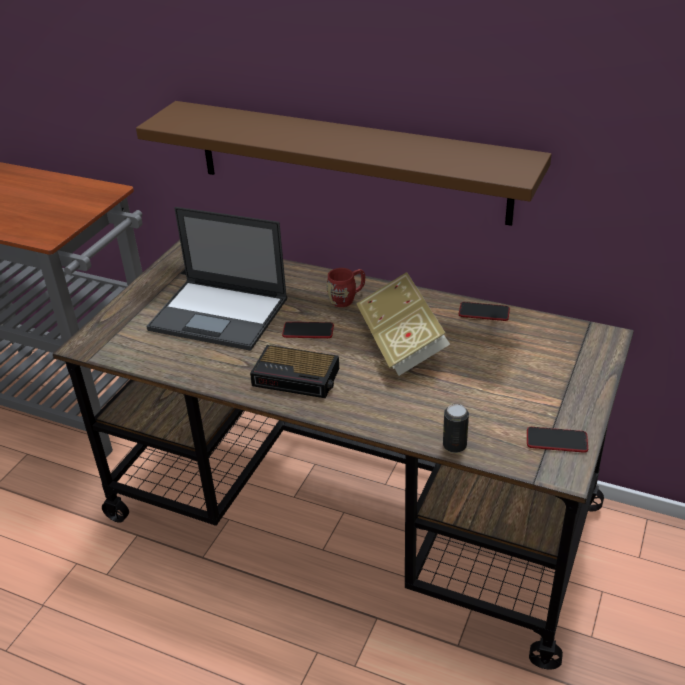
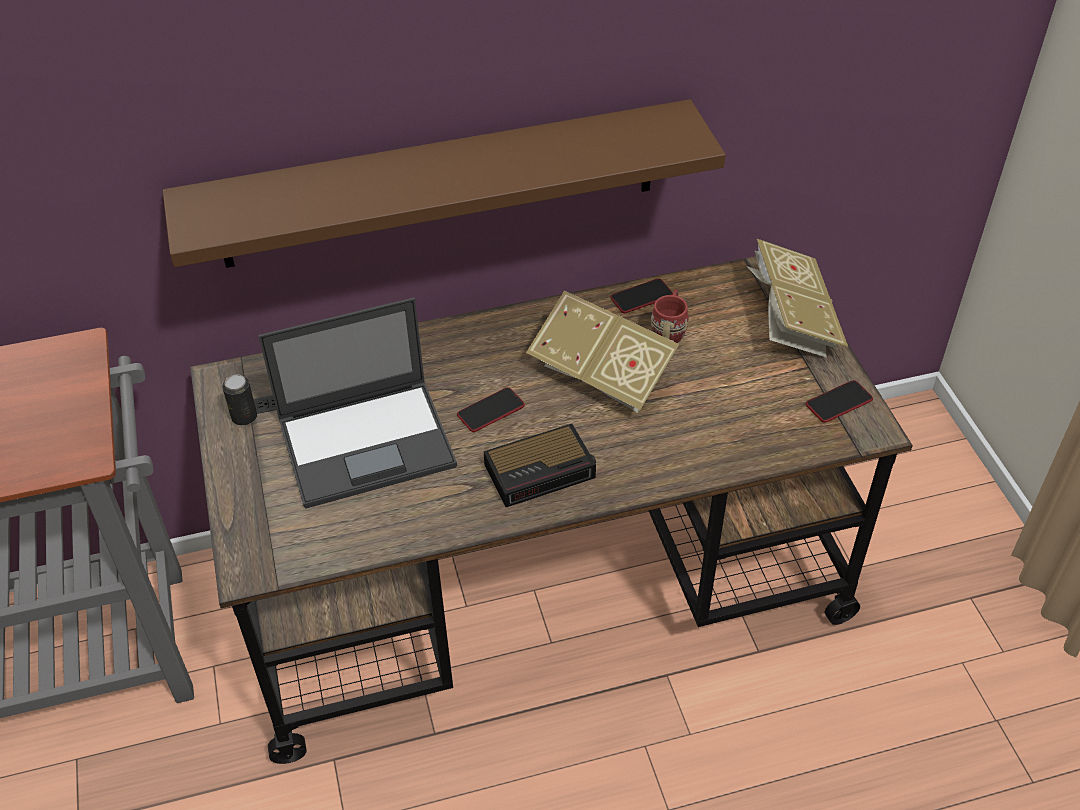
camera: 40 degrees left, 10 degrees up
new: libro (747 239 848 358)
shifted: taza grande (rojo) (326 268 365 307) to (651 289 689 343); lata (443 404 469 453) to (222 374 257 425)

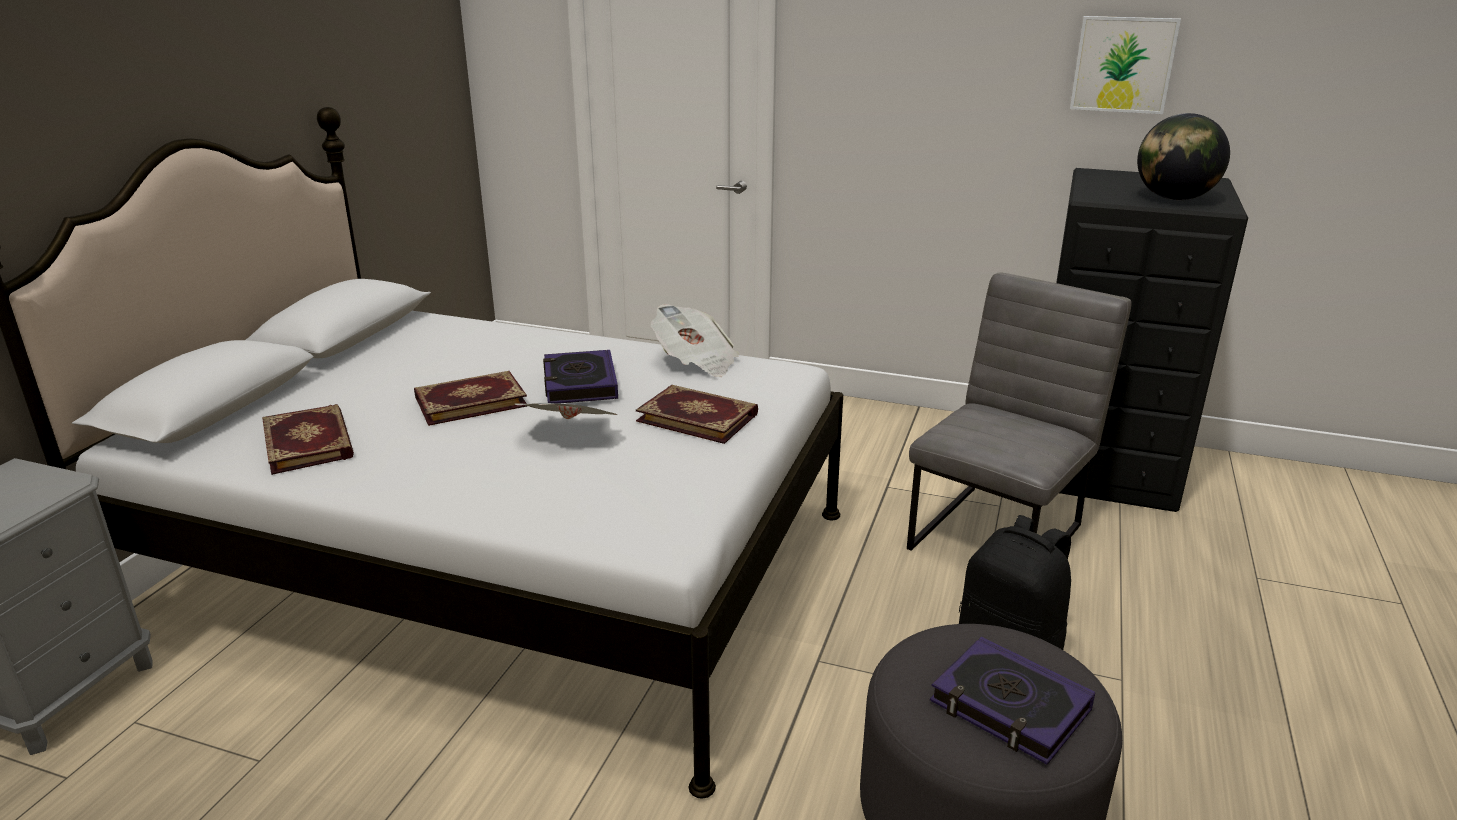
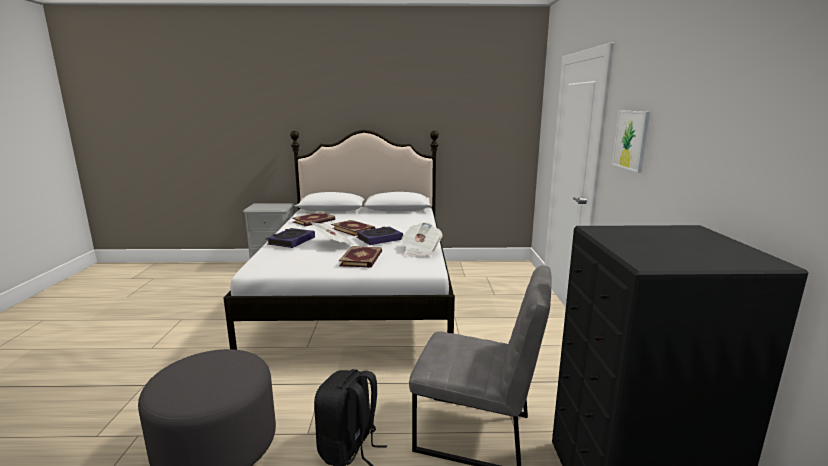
camera: 70 degrees right, 10 degrees down
gone: globo terráqueo (1137 113 1230 200)
shifted: libro (930 637 1095 765) to (267 228 315 248); cuadro (1070 16 1181 114) to (612 110 650 173)

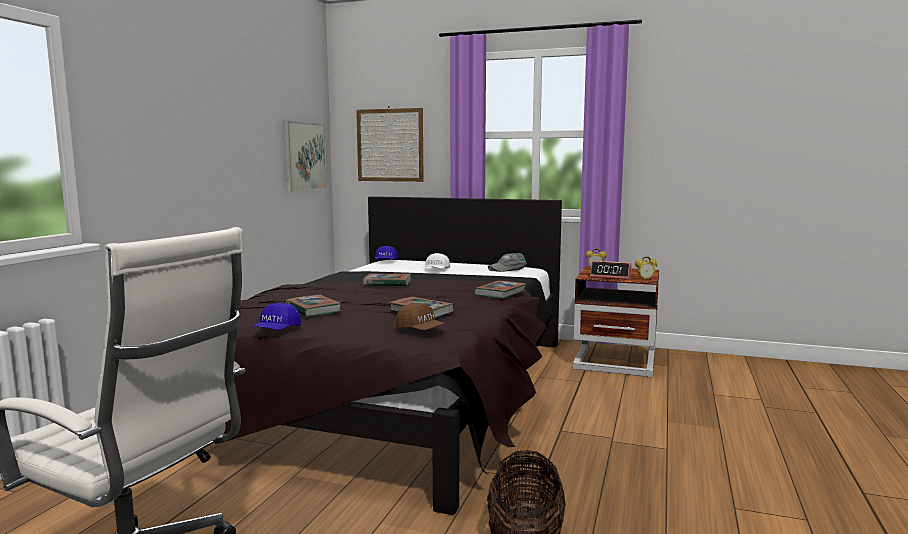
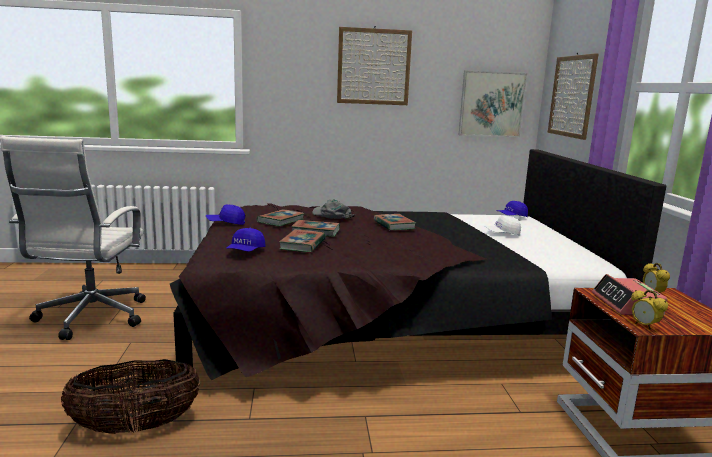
camera: 65 degrees right, 5 degrees up
new: cuadro (337 26 412 105)
shifted: libro (474 281 526 299) to (291 220 340 237); gorra (gris) (488 253 527 272) to (312 200 355 219)
repainted: gorra (marrón) (396 303 447 330) to gorra (azul) (226 228 266 252)

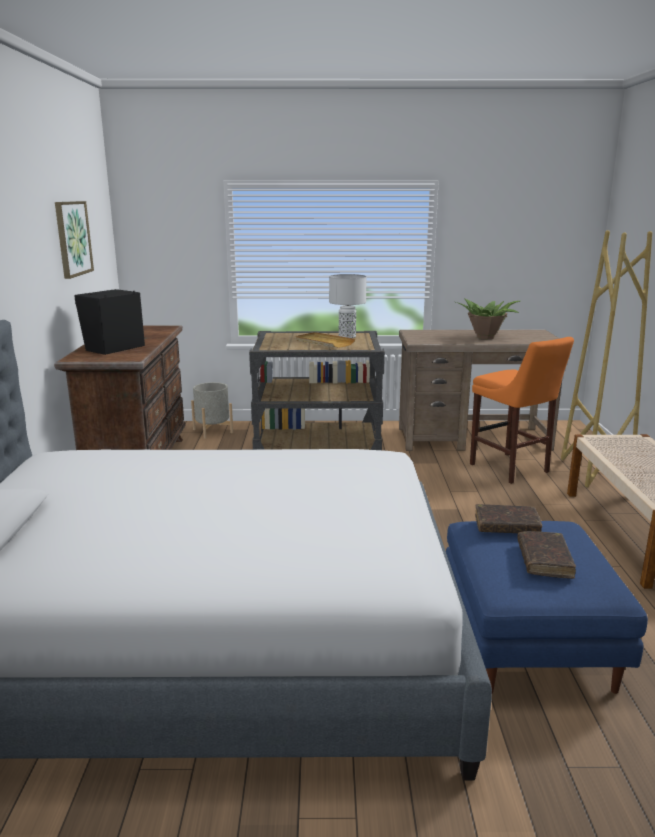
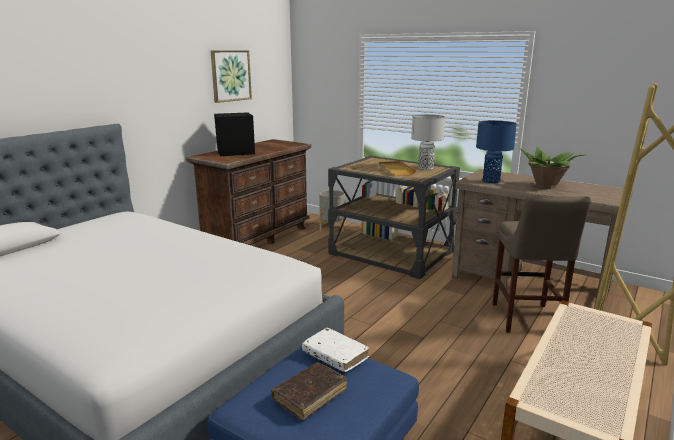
camera: 35 degrees right, 0 degrees up
new: lámpara de mesa (azul) (476 120 517 183)
repainted: taburete (naranja) (470 337 574 484) to taburete (beis) (492 195 591 333); libro (marrón) (475 504 542 533) to libro (blanco) (302 328 369 372)

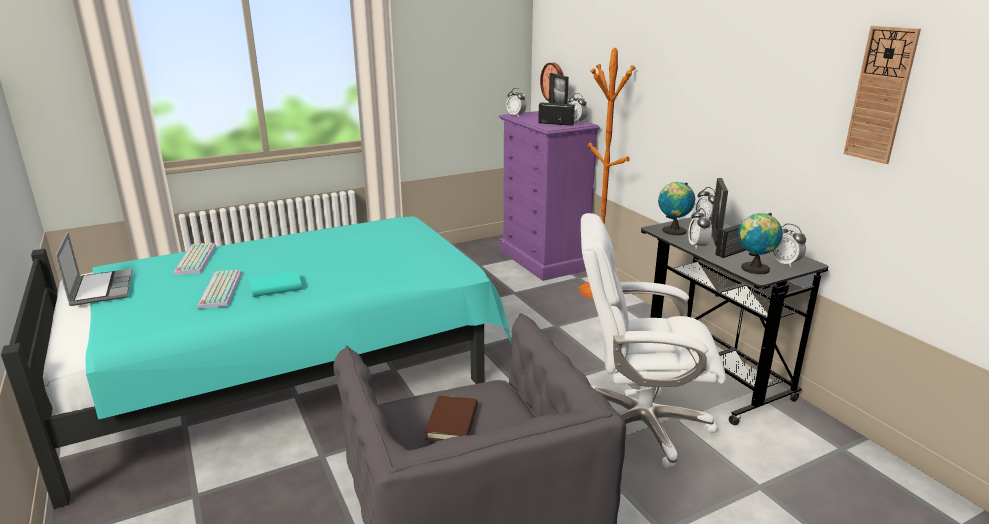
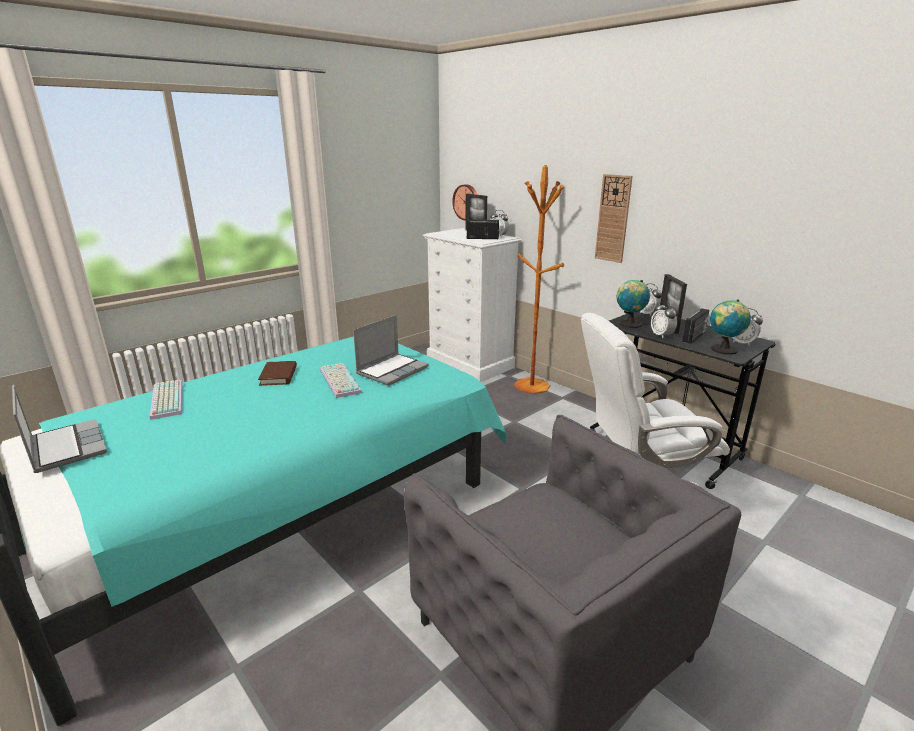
camera: 15 degrees left, 0 degrees up
gone: libro (turquesa) (250 271 302 297); despertador (506 88 527 117)
new: portátil (353 315 429 386)
shifted: teclado (198 270 242 309) to (320 363 362 398); libro (marrón) (424 395 478 441) to (258 361 297 386); reloj de pared (844 26 921 164) to (595 174 633 263)
repainted: cómoda (morado) (499 111 600 281) to cómoda (blanco) (423 228 521 382)

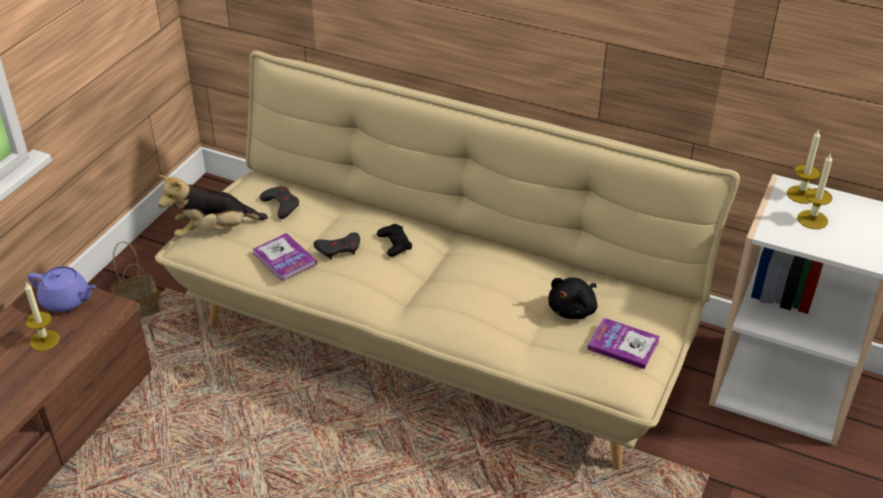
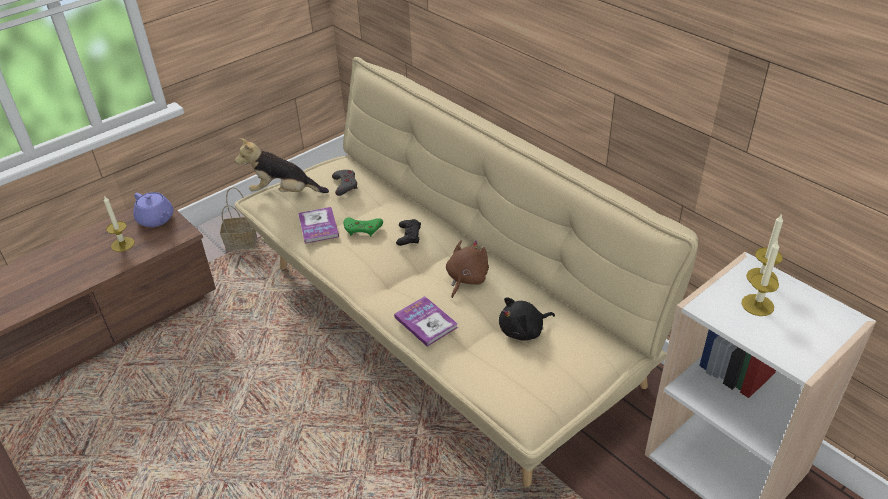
camera: 25 degrees right, 0 degrees up
new: peluche (marrón) (446 240 489 298)
shifted: libro (587 318 660 369) to (394 296 458 347)
repainted: mando de consola (gris) (314 232 360 260) to mando de consola (verde) (344 218 383 237)

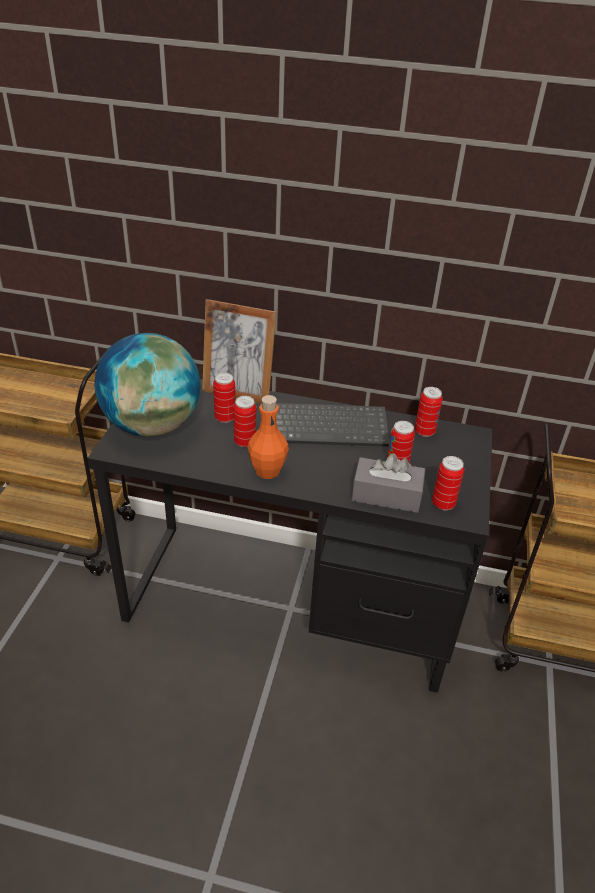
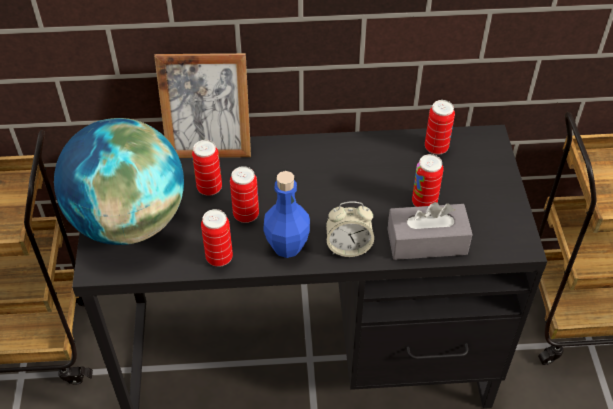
camera: 15 degrees left, 10 degrees up
gone: teclado (276 403 389 447)
new: despertador (326 201 374 257)
shifted: lata (432 456 464 510) to (201 209 233 267)
repainted: botella (naranja) (247 395 289 479) to botella (azul) (263 171 310 258)

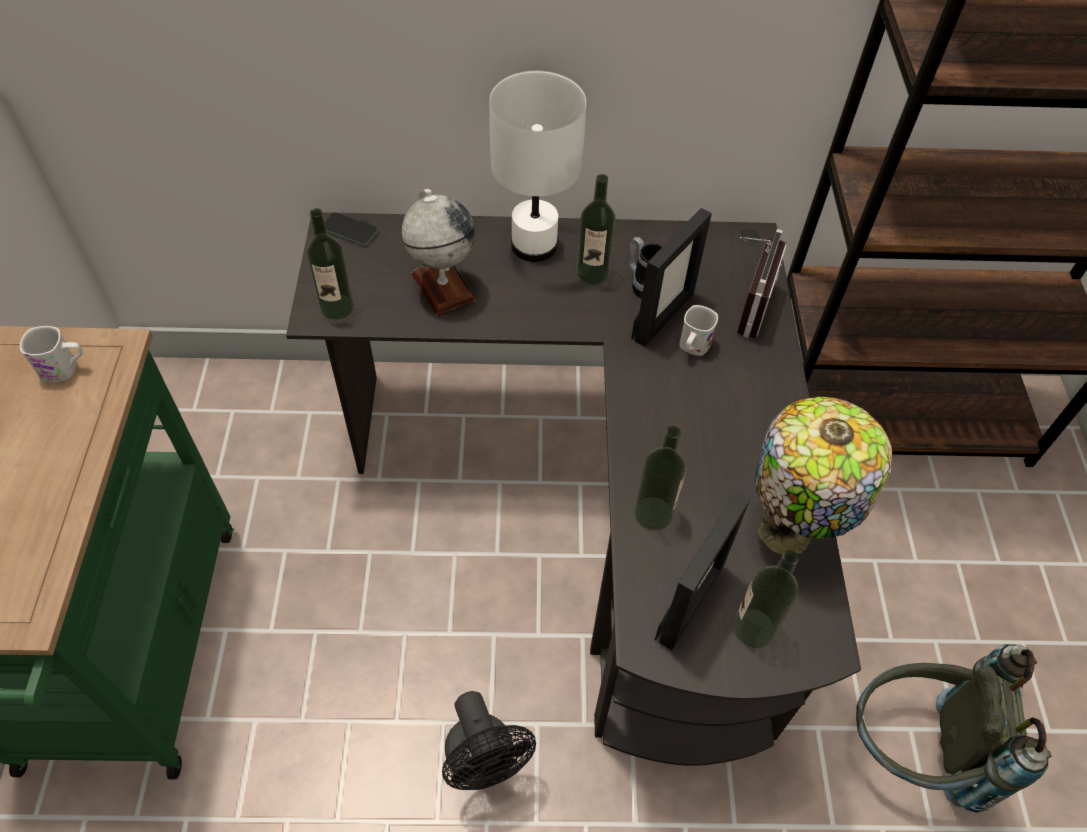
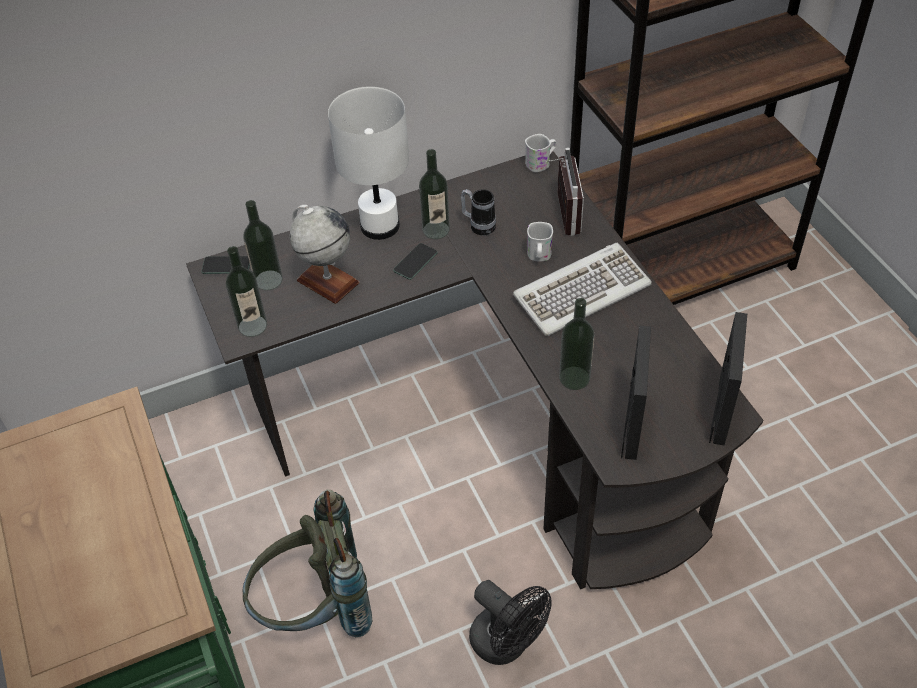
camera: 20 degrees left, 5 degrees down
gone: lámpara de mesa (755 397 892 555)
new: móvil (393 243 438 280); teclado (513 243 652 336)
shifted: taza grande (blanco) (20 326 83 383) to (525 134 556 172); portarretratos (631 208 712 347) to (709 312 747 445); botella (733 550 799 648) to (243 200 283 290); mochila (gris) (856 644 1052 813) to (243 490 372 638)

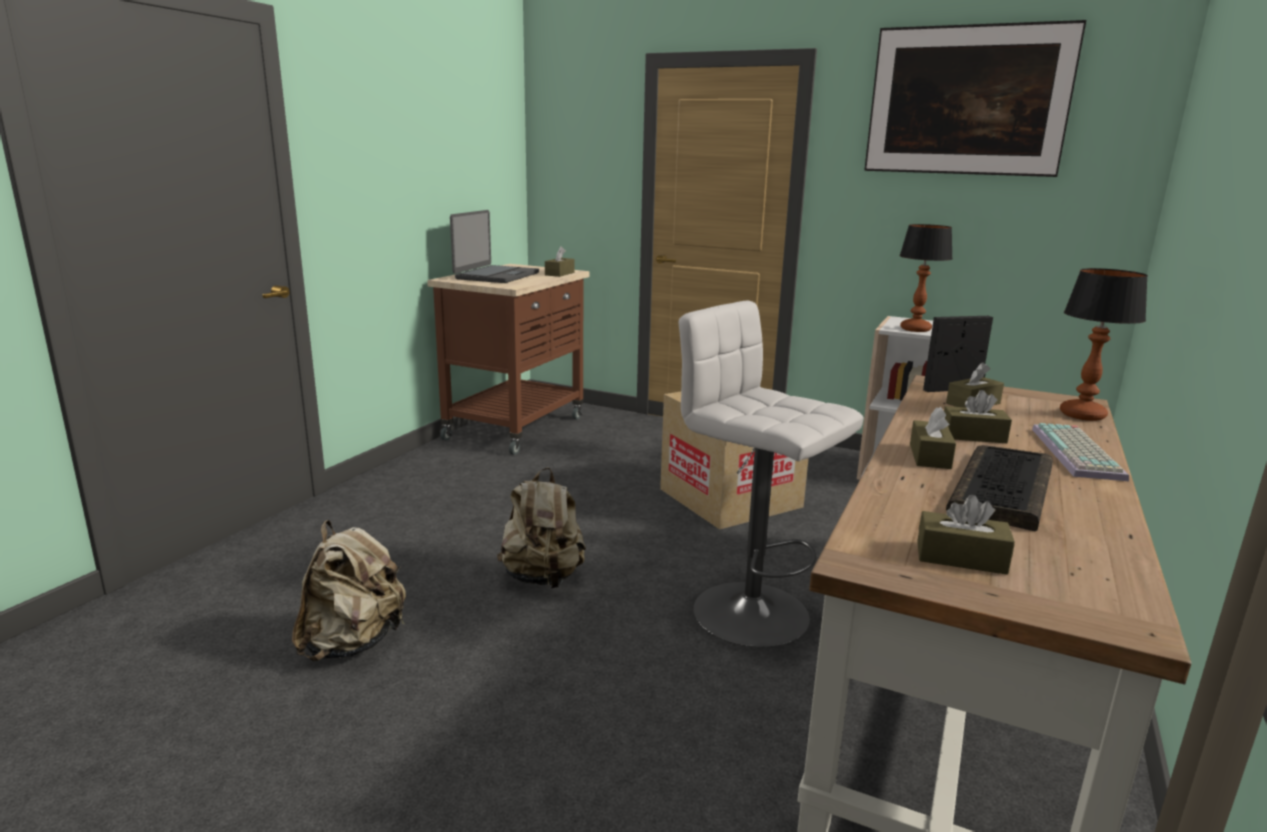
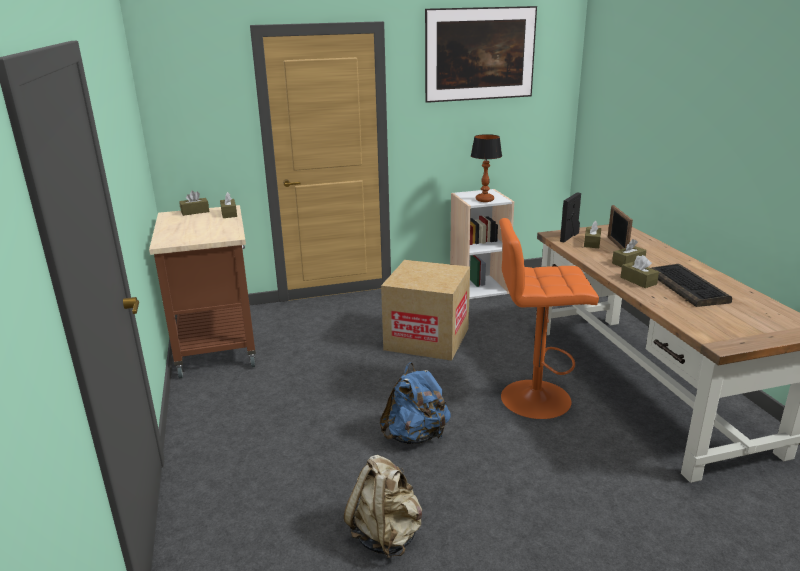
camera: 40 degrees left, 5 degrees up
gone: portátil (450 210 539 283); teclado (1032 423 1129 481); lámpara de mesa (1060 268 1148 421)
new: portarretratos (608 205 633 249)
shifted: caja de pañuelos (marrón) (917 495 1015 575) to (179 191 209 216)
repainted: mochila (beis) (497 467 586 588) to mochila (azul) (380 362 451 444); taburete (blanco) (679 301 864 647) to taburete (naranja) (499 218 599 419)

